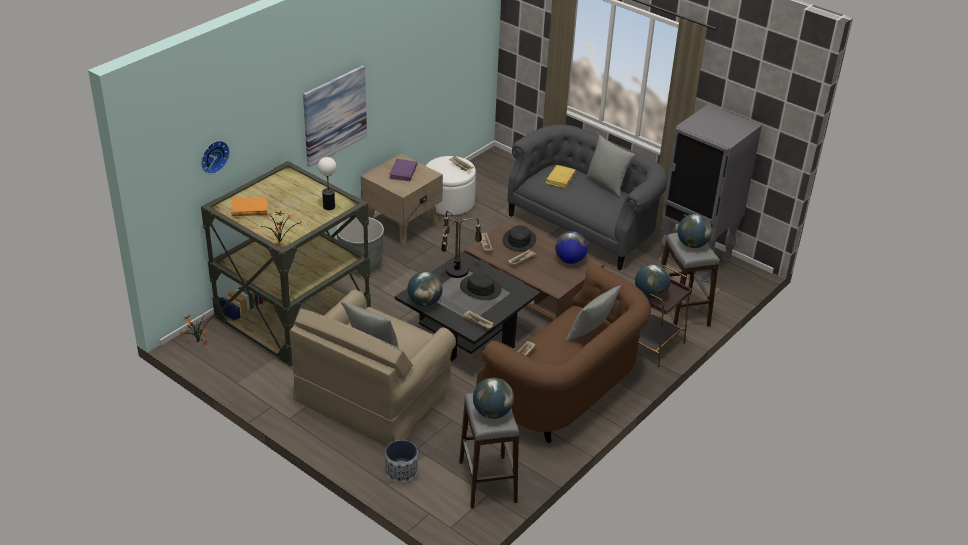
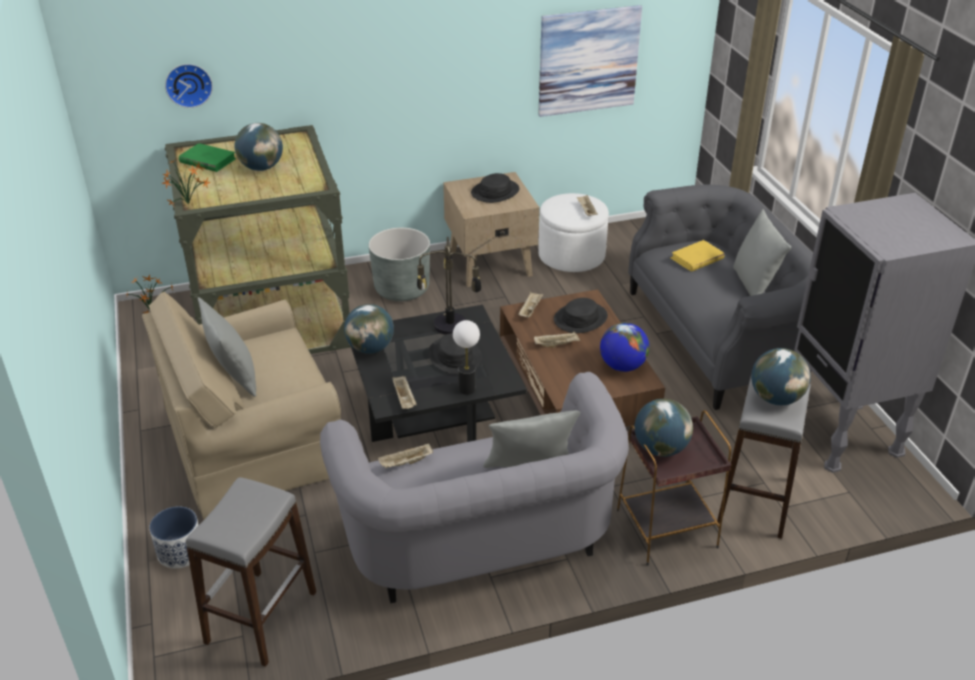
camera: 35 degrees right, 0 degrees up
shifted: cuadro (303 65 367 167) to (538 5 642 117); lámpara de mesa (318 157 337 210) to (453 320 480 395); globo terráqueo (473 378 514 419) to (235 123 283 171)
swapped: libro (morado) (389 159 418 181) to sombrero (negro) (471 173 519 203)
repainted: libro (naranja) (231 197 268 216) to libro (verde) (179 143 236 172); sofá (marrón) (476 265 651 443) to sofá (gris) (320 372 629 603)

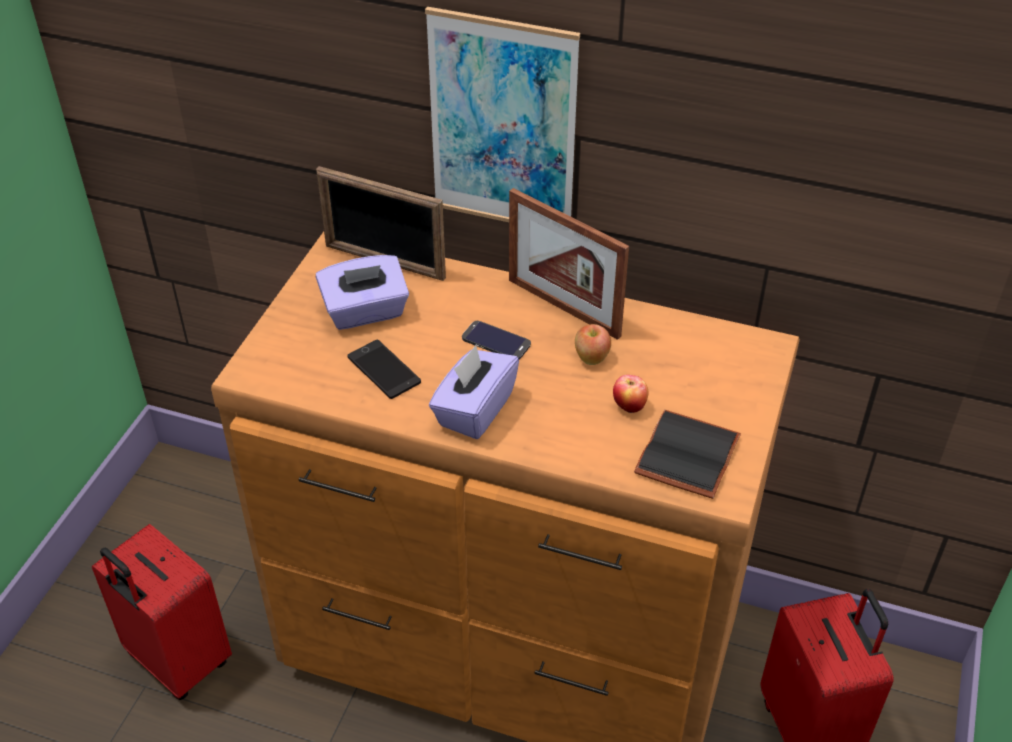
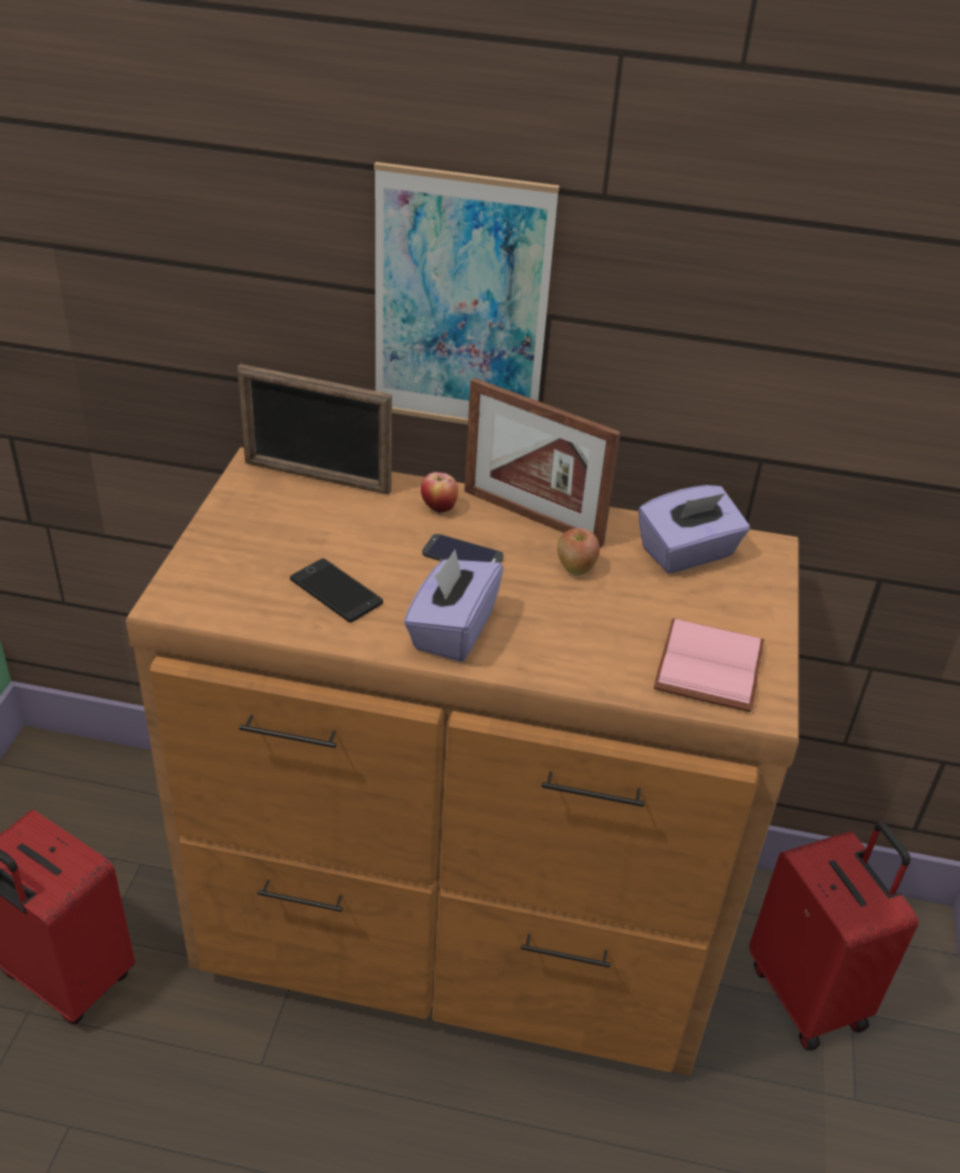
camera: 10 degrees left, 5 degrees down
shifted: caja de pañuelos (morado) (316 255 409 330) to (638 485 750 573); manzana (613 375 649 413) to (421 472 458 513)
repainted: libro (negro) (634 410 741 499) to libro (rosa) (654 618 764 712)

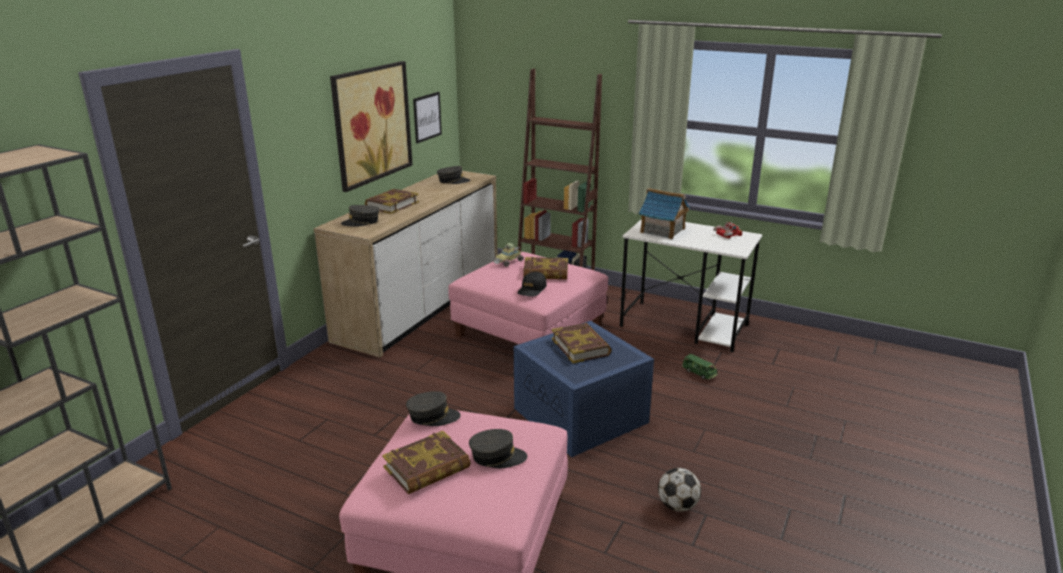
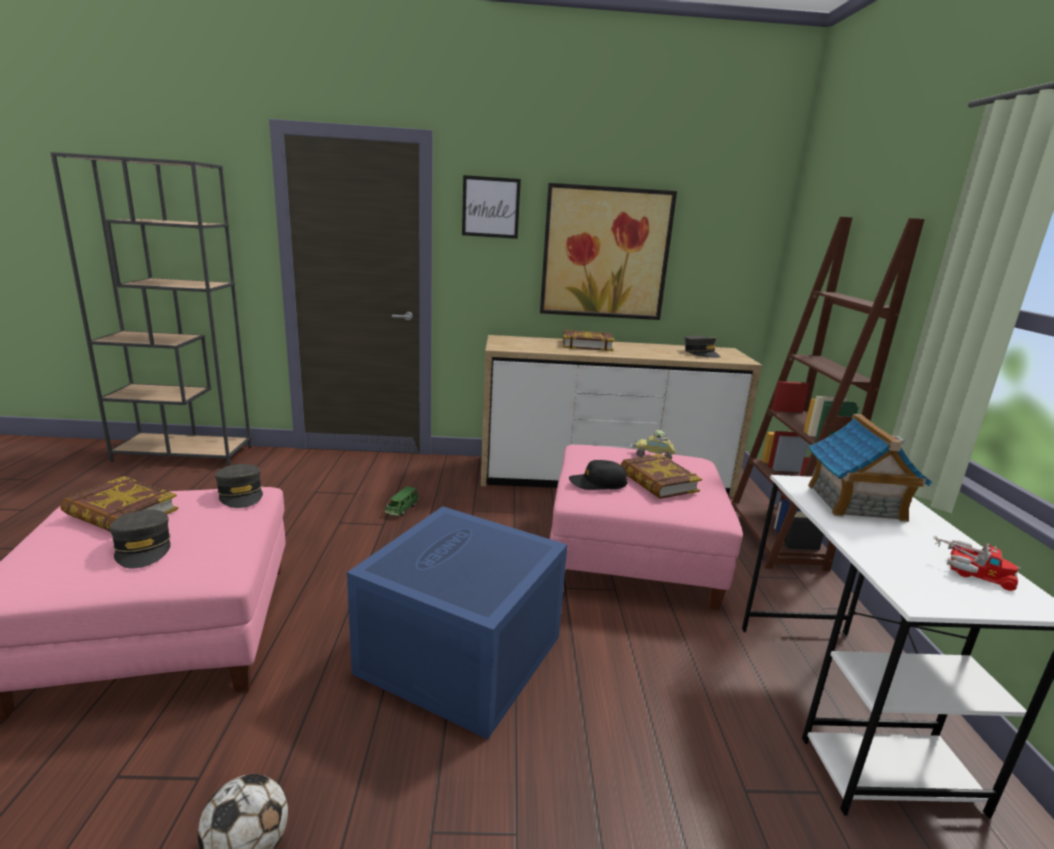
camera: 60 degrees right, 5 degrees down
gone: gorra (gris) (341 205 379 227); libro (552 323 612 363)
shifted: cuadro (413 92 442 143) to (462 175 521 239); coche de juguete (verde) (682 354 718 380) to (385 486 419 516)

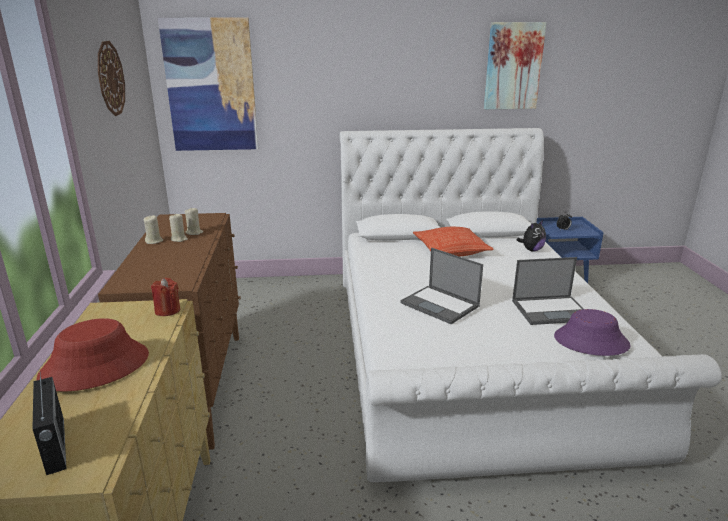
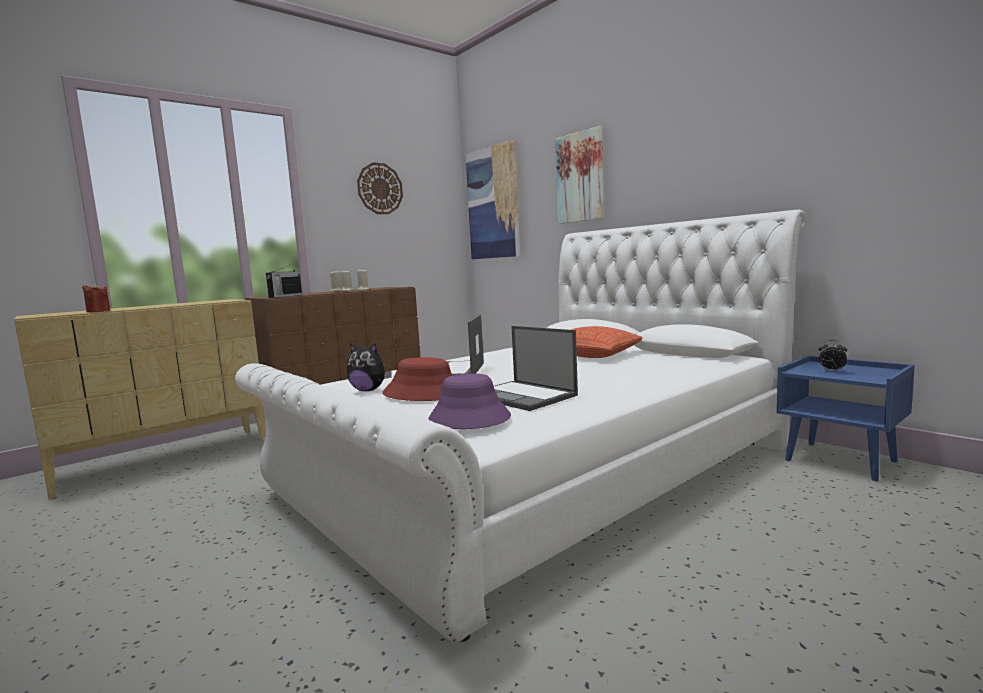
camera: 55 degrees right, 15 degrees down
shifted: radio (32 374 67 475) to (266 264 302 298); sombrero (rojo) (36 318 149 392) to (382 357 453 401); vela (rojo) (151 278 180 316) to (82 283 110 312); cuadro (484 22 547 109) to (555 126 604 224); peluche (517 220 546 252) to (347 343 392 391)

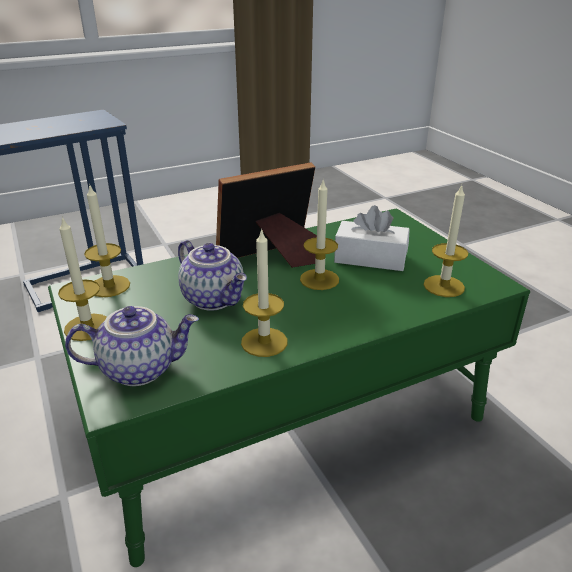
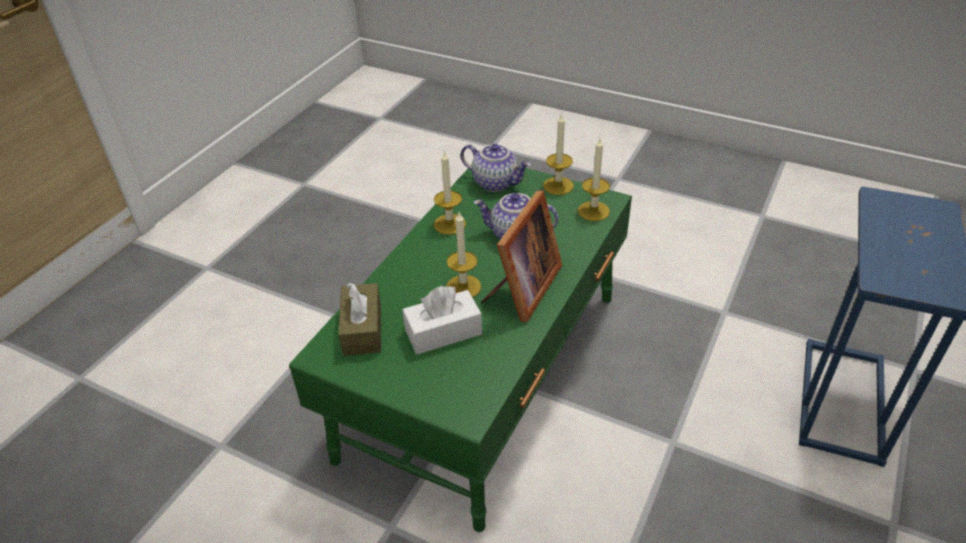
camera: 145 degrees right, 10 degrees up
swapped: vela (424 185 468 297) to caja de pañuelos (marrón) (339 283 381 356)
rotated: tetera (65 306 199 386) = (461 144 531 192) 105 degrees counterclockwise

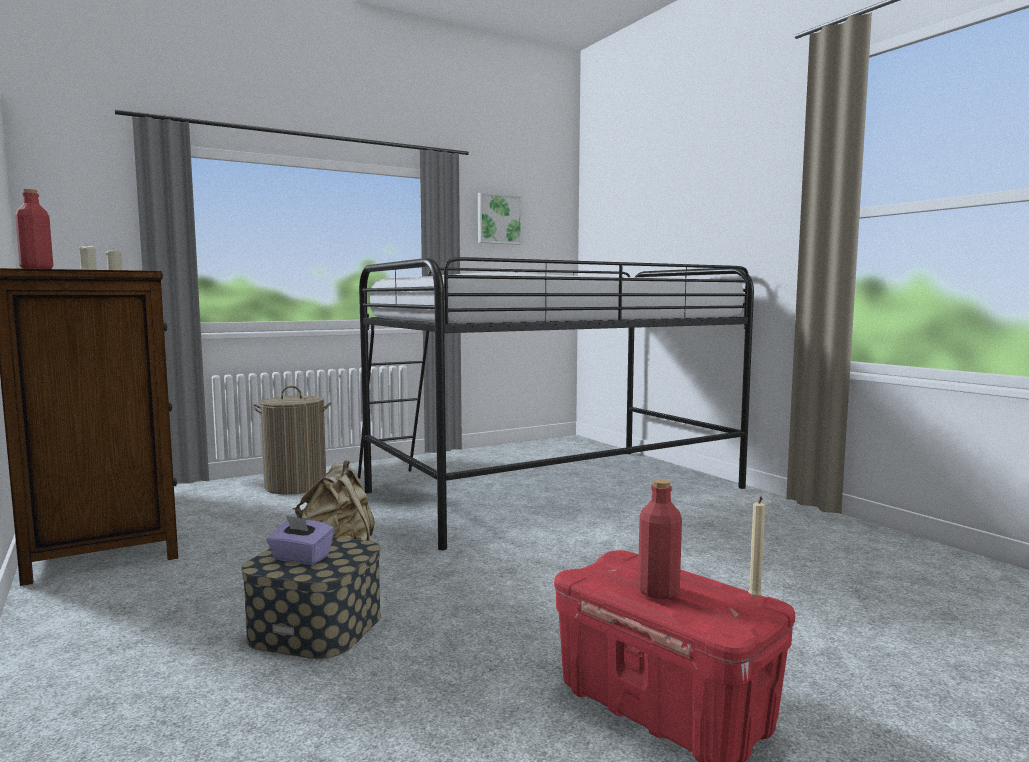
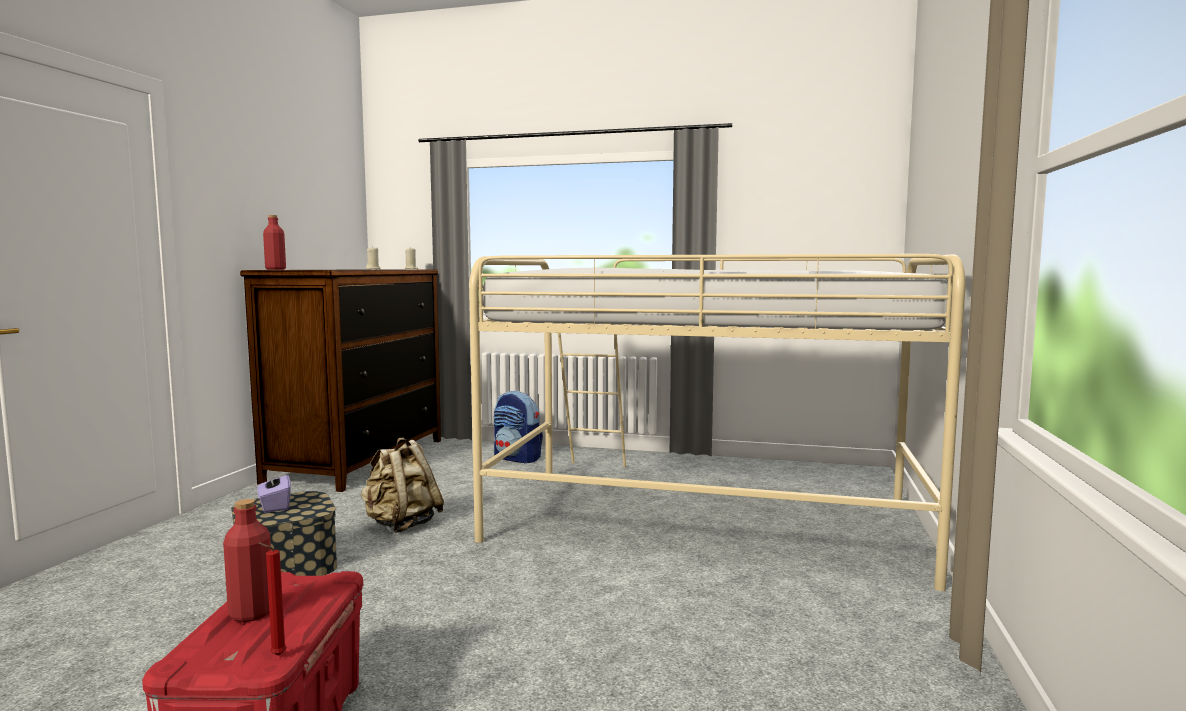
camera: 45 degrees right, 0 degrees up
gone: cuadro (478 192 523 245)
swapped: cesto de la ropa (253 386 332 494) to mochila (493 391 543 463)
repainted: cama (negro) (358 257 754 550) to cama (beis) (469 254 965 591); vela (beis) (748 496 765 598) to vela (rojo) (258 542 287 656)

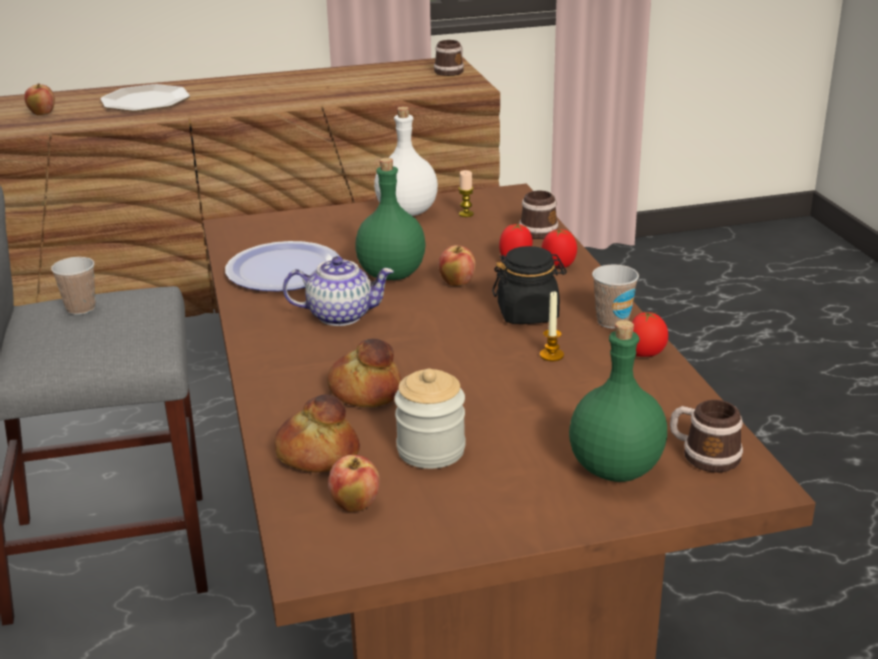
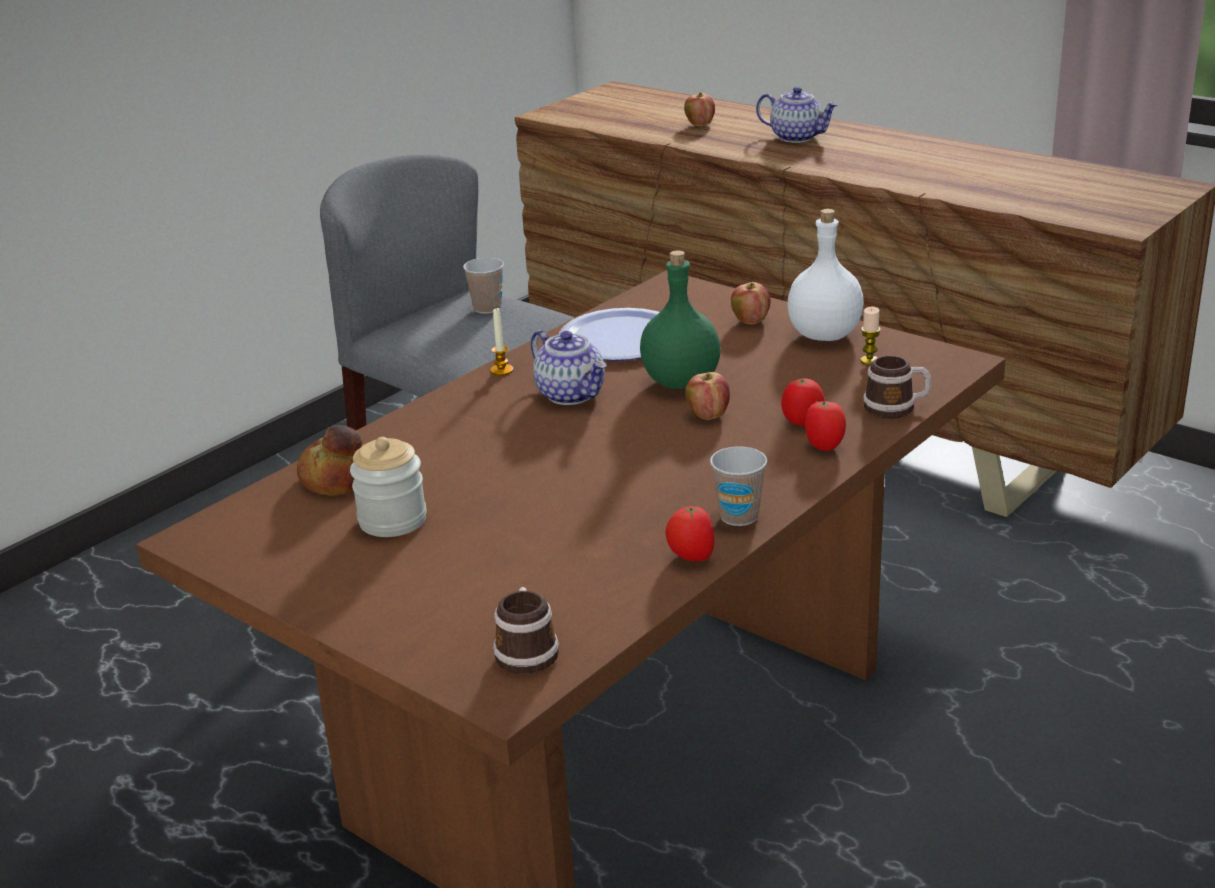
camera: 55 degrees right, 0 degrees up
gone: pan (327 339 402 407); taza grande (434 40 464 76); tarro (negro) (492 246 567 324); botella (verde) (569 320 667 482)
shifted: manzana (328 455 380 512) to (731 282 771 325); vela (540 292 564 361) to (490 308 513 376)
swapped: plato (100 84 190 112) to tetera (756 87 839 143)

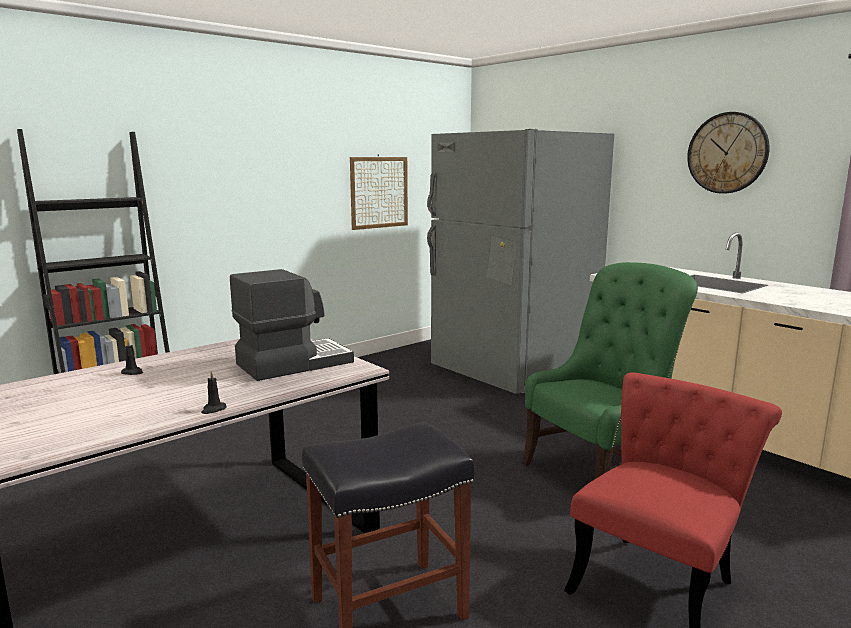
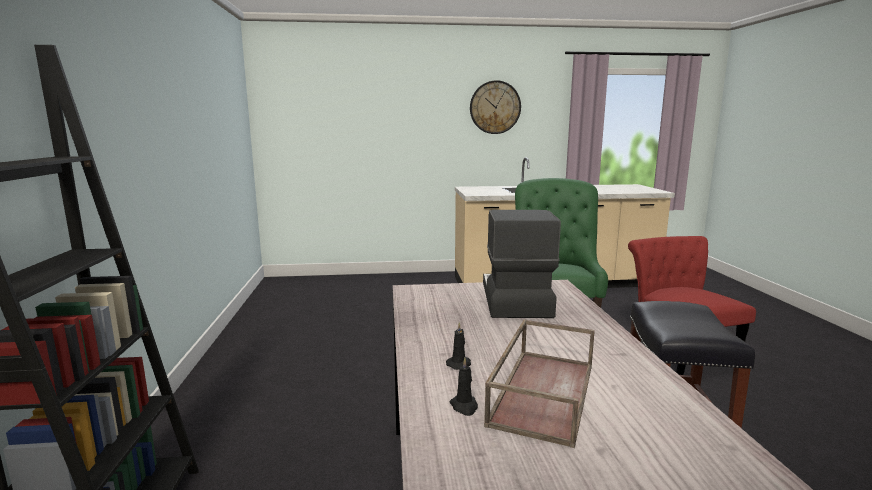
camera: 55 degrees left, 0 degrees up
gone: cuadro (350 154 408 230); nevera (gris) (427 129 614 394)
new: bandeja (marrón) (484 320 595 448)
shifted: vela (negro) (201 371 227 414) to (449 358 478 416)

